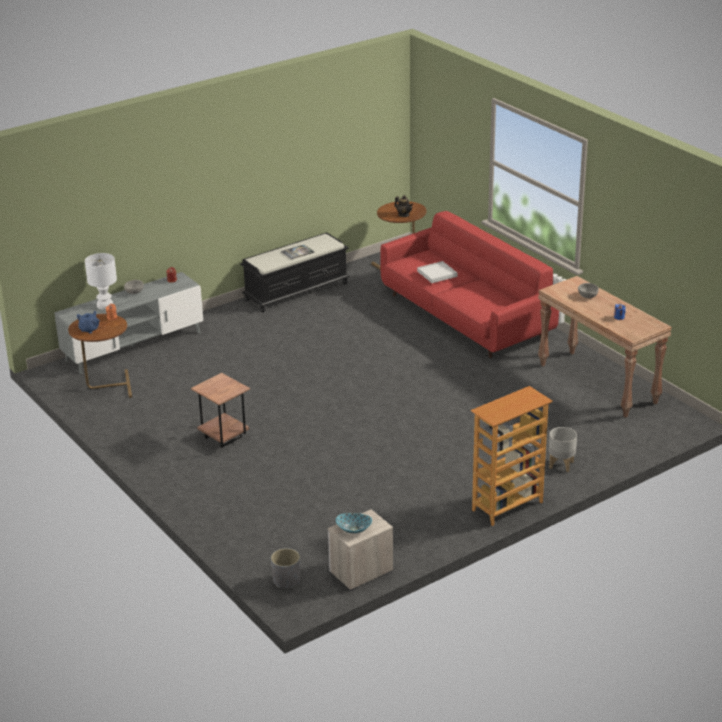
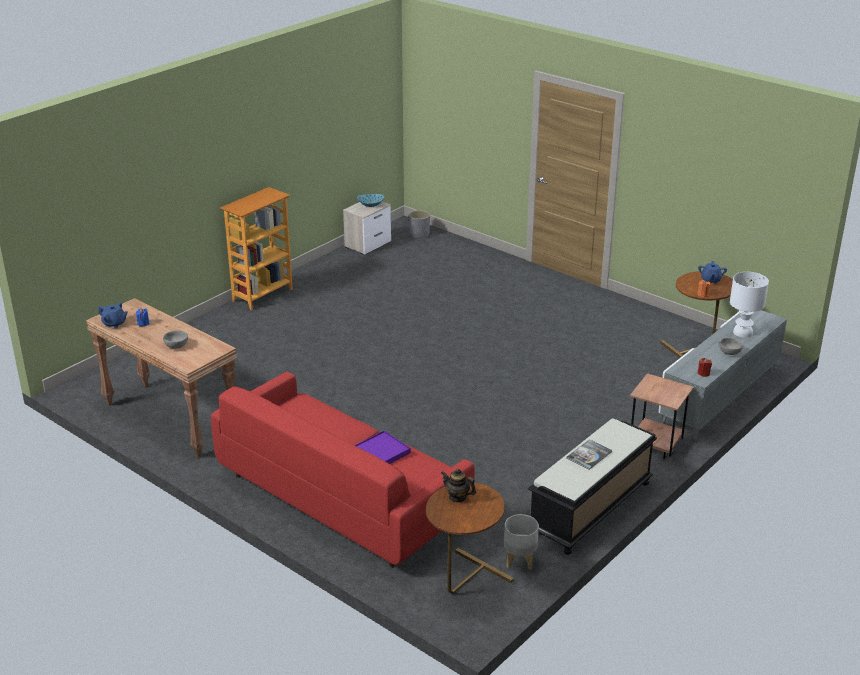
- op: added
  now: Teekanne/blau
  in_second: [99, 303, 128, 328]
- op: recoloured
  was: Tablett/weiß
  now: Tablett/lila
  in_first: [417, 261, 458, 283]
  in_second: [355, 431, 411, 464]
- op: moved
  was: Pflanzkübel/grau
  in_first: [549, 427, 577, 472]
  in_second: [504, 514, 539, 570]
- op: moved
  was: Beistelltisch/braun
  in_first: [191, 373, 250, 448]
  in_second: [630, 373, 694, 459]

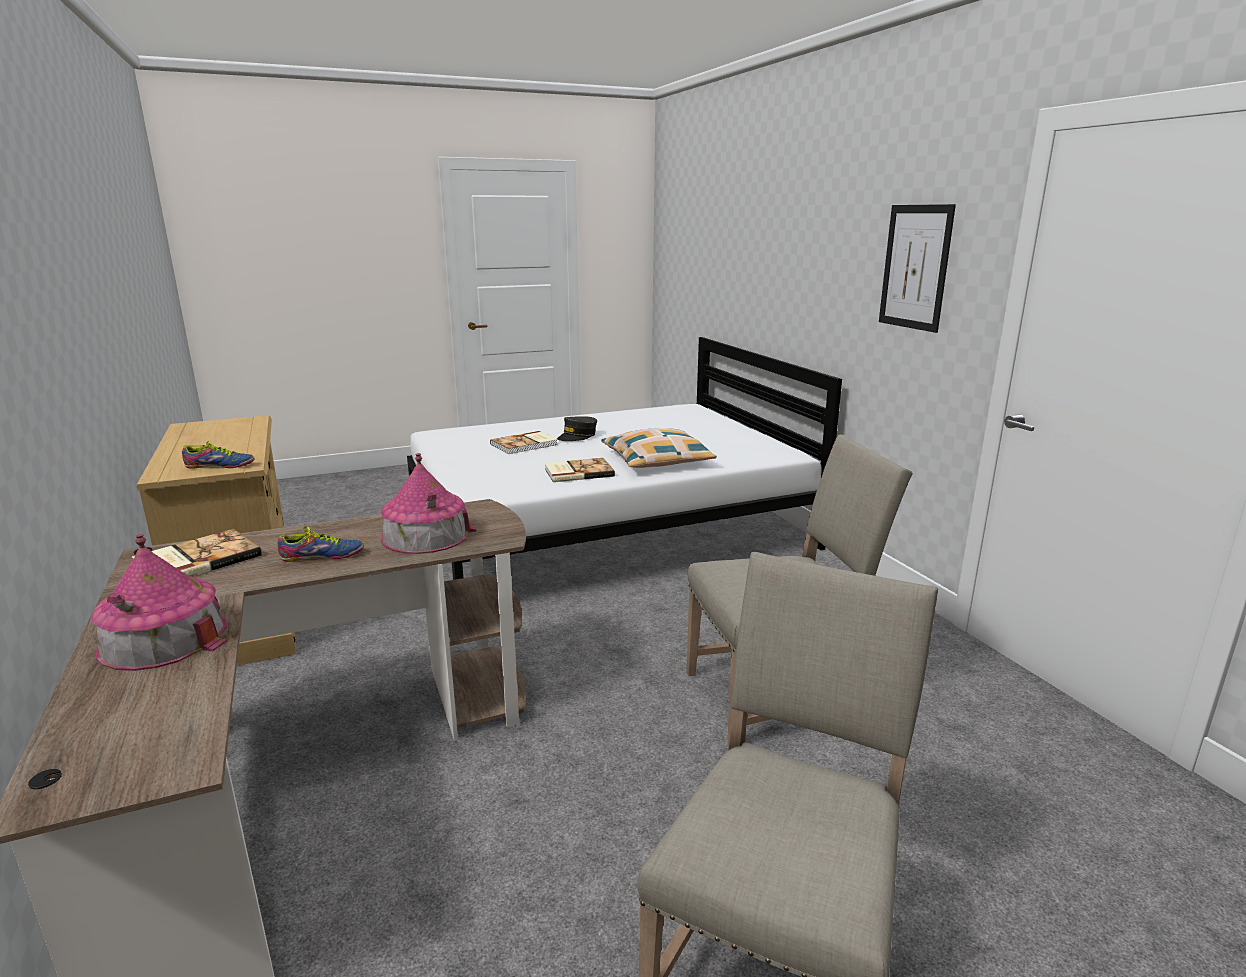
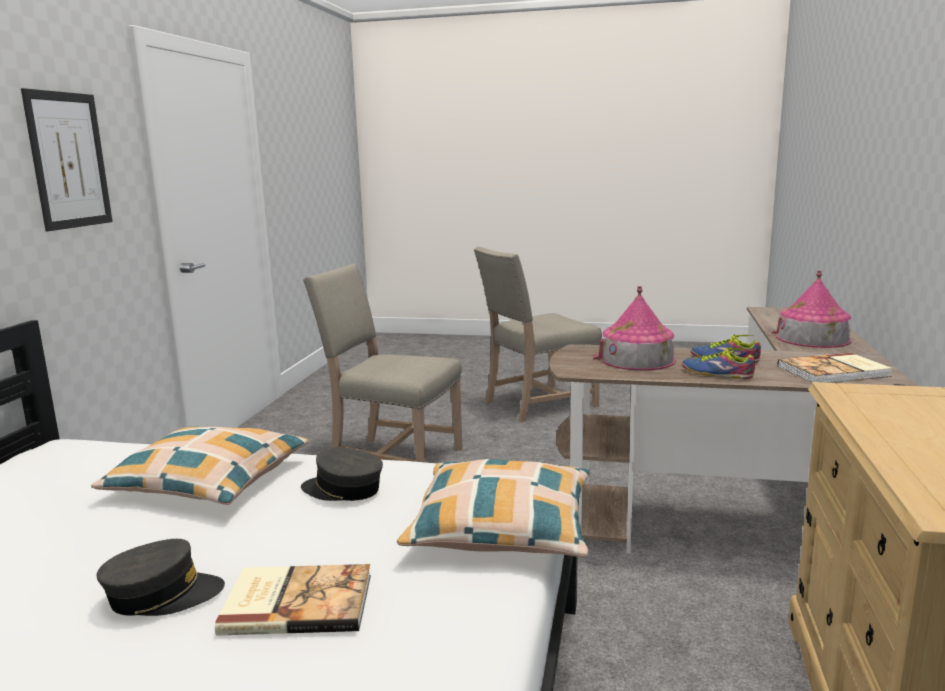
- op: replaced
  was: Buch
  now: Kappe/grau
  in_first: [545, 458, 615, 482]
  in_second: [301, 447, 383, 501]
- op: added
  now: Kissen
  in_second: [397, 459, 590, 557]
- op: moved
  was: Schuh
  in_first: [182, 441, 254, 469]
  in_second: [682, 347, 755, 379]

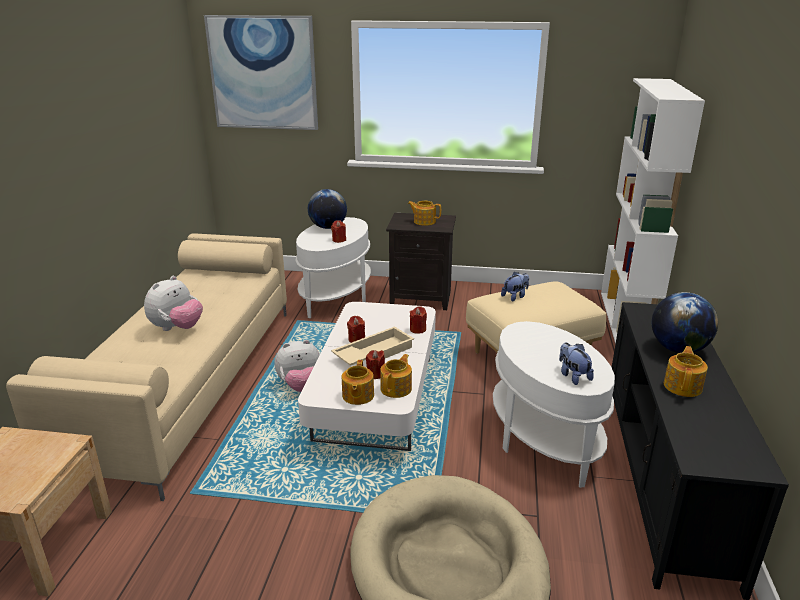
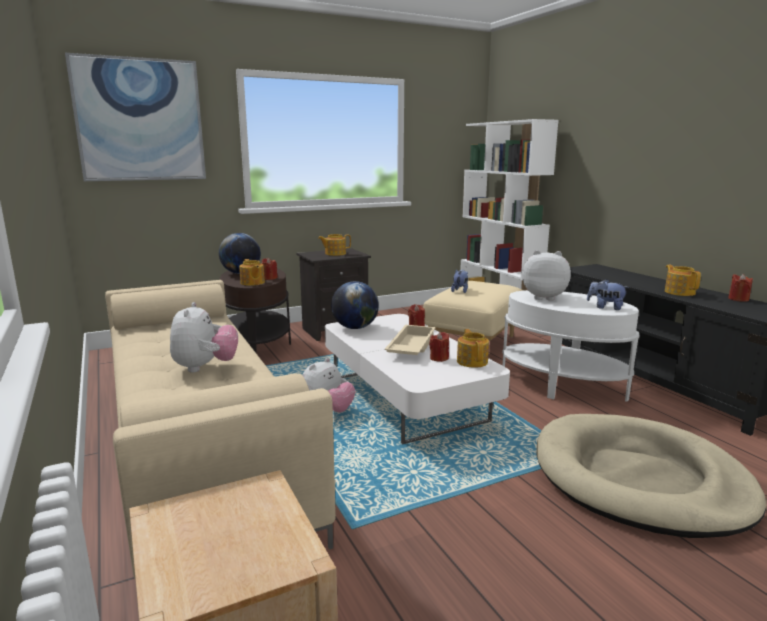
- op: recoloured
  was: Beistelltisch/weiß
  now: Beistelltisch/braun
  in_first: [295, 217, 371, 319]
  in_second: [220, 268, 291, 354]
- op: moved
  was: Teekanne
  in_first: [342, 360, 374, 405]
  in_second: [239, 259, 265, 286]
- op: moved
  was: Globus
  in_first: [652, 292, 718, 353]
  in_second: [331, 281, 379, 329]
- op: added
  now: Plüschtier
  in_second: [522, 250, 571, 301]
- op: moved
  was: Kerze/rot
  in_first: [347, 316, 365, 343]
  in_second: [728, 274, 753, 302]

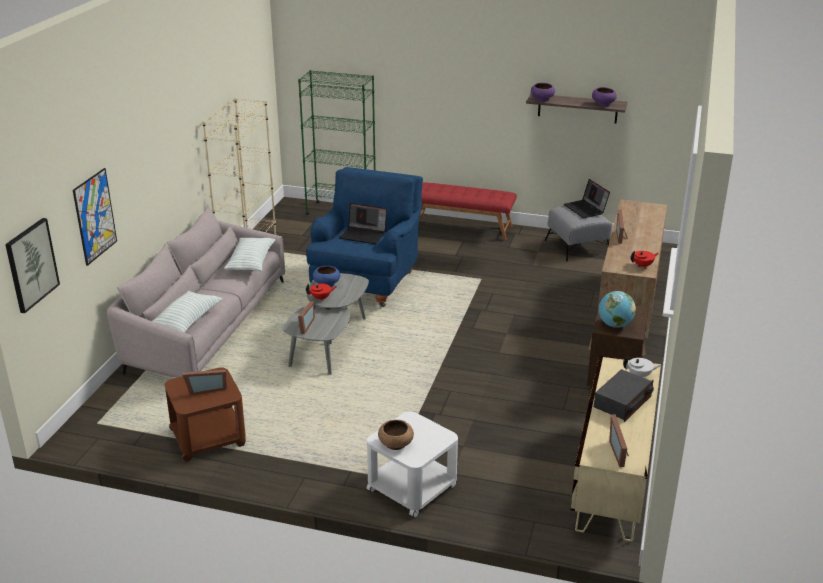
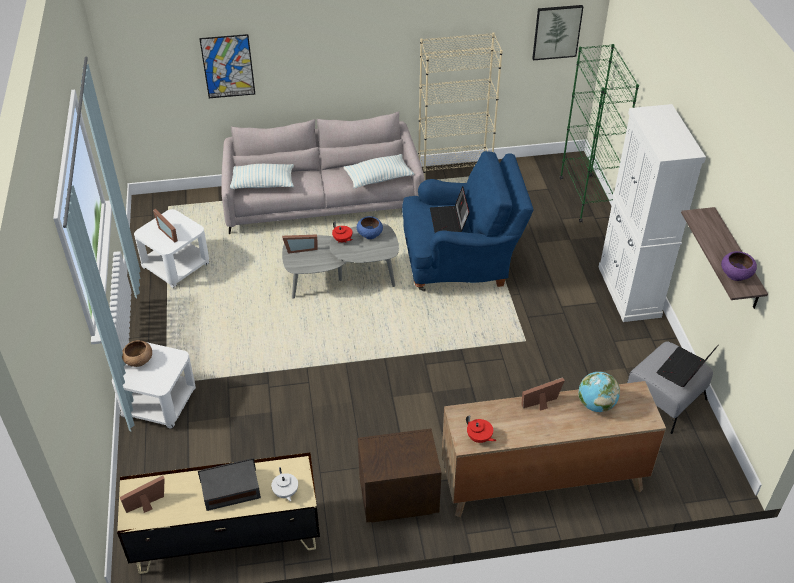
- op: recoloured
  was: Beistelltisch/braun
  now: Beistelltisch/weiß
  in_first: [165, 367, 246, 462]
  in_second: [134, 209, 209, 288]
- op: turned
  was: Radio
  in_first: [594, 369, 654, 422]
  in_second: [198, 458, 261, 511]
  clockwise: 150
- op: moved
  was: Bild
  in_first: [5, 218, 60, 313]
  in_second: [532, 5, 583, 60]
- op: moved
  was: Globus
  in_first: [599, 291, 636, 328]
  in_second: [579, 372, 620, 412]
- op: replaced
  was: Bank/rot
  now: Schrank/weiß
  in_first: [419, 182, 517, 240]
  in_second: [599, 104, 706, 322]
- op: removed
  was: Schüssel/lila
  in_first: [531, 83, 555, 102]

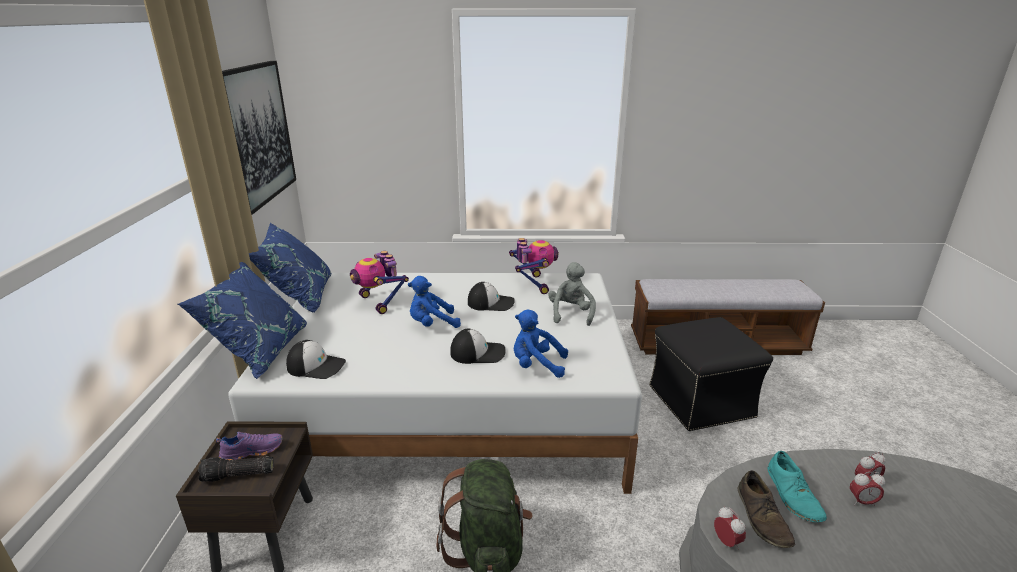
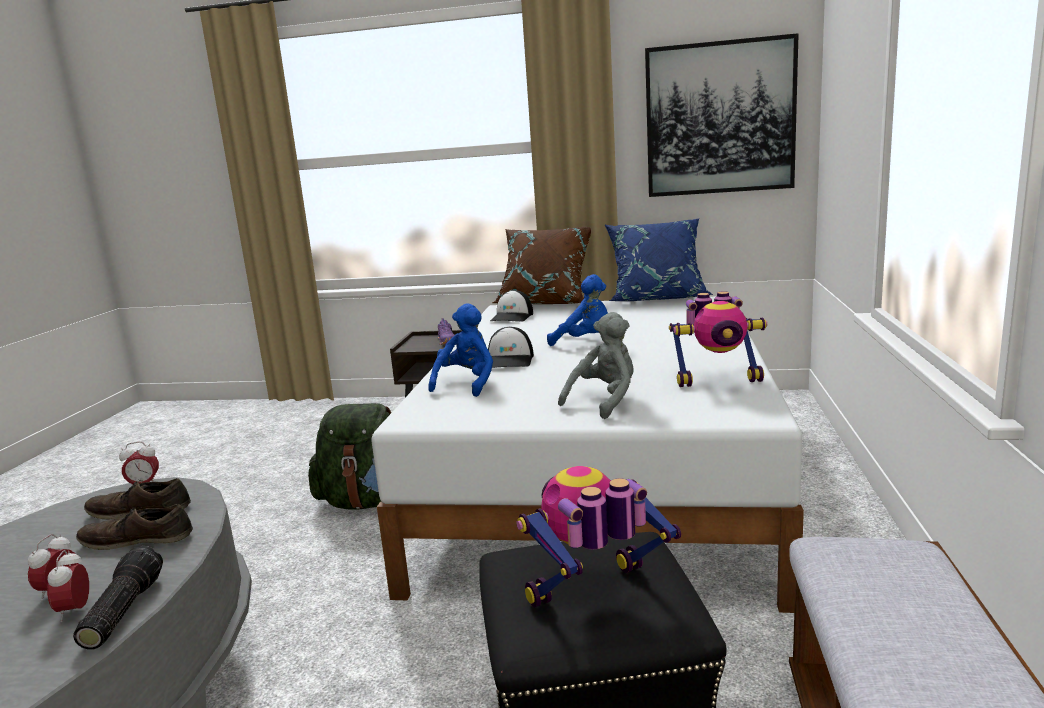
- op: moved
  was: Taschenlampe
  in_first: [198, 456, 274, 482]
  in_second: [73, 546, 163, 649]
- op: recoloured
  was: Schuh/türkis
  now: Schuh/braun
  in_first: [767, 451, 827, 522]
  in_second: [76, 504, 193, 550]
- op: recoloured
  was: Kissen/blau
  now: Kissen/braun
  in_first: [178, 262, 307, 379]
  in_second: [492, 227, 591, 304]
- op: moved
  was: Spielzeugroboter
  in_first: [350, 251, 409, 314]
  in_second: [516, 466, 681, 607]
- op: turned
  was: Plüschtier/blau
  in_first: [408, 276, 461, 328]
  in_second: [547, 274, 608, 346]
  clockwise: 120
- op: turned
  was: Plüschtier/grau
  in_first: [548, 262, 596, 326]
  in_second: [558, 312, 634, 419]
  clockwise: -60
- op: removed
  was: Kappe
  in_first: [468, 282, 515, 311]

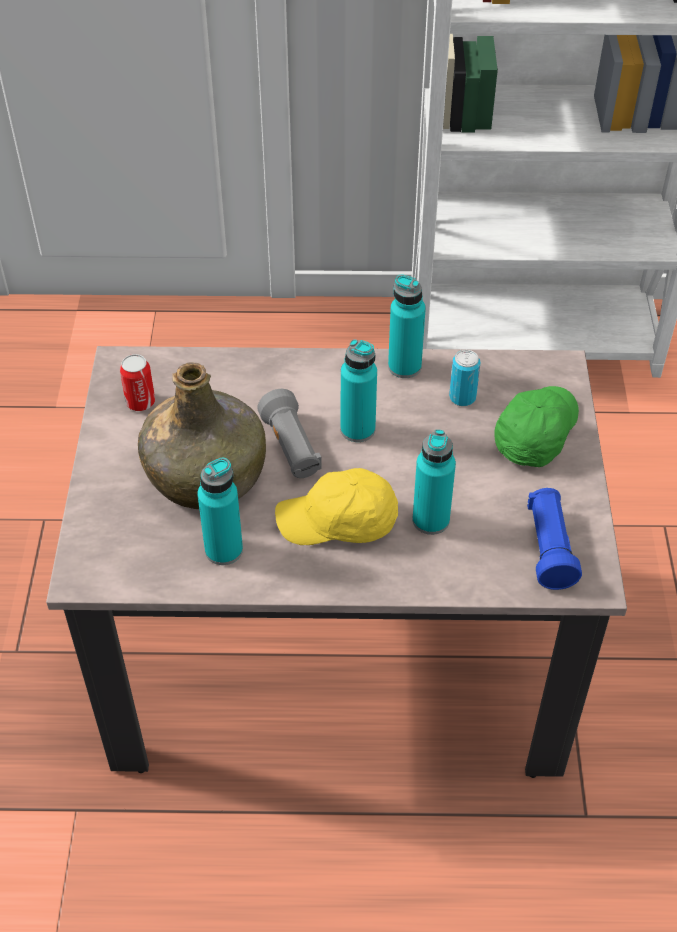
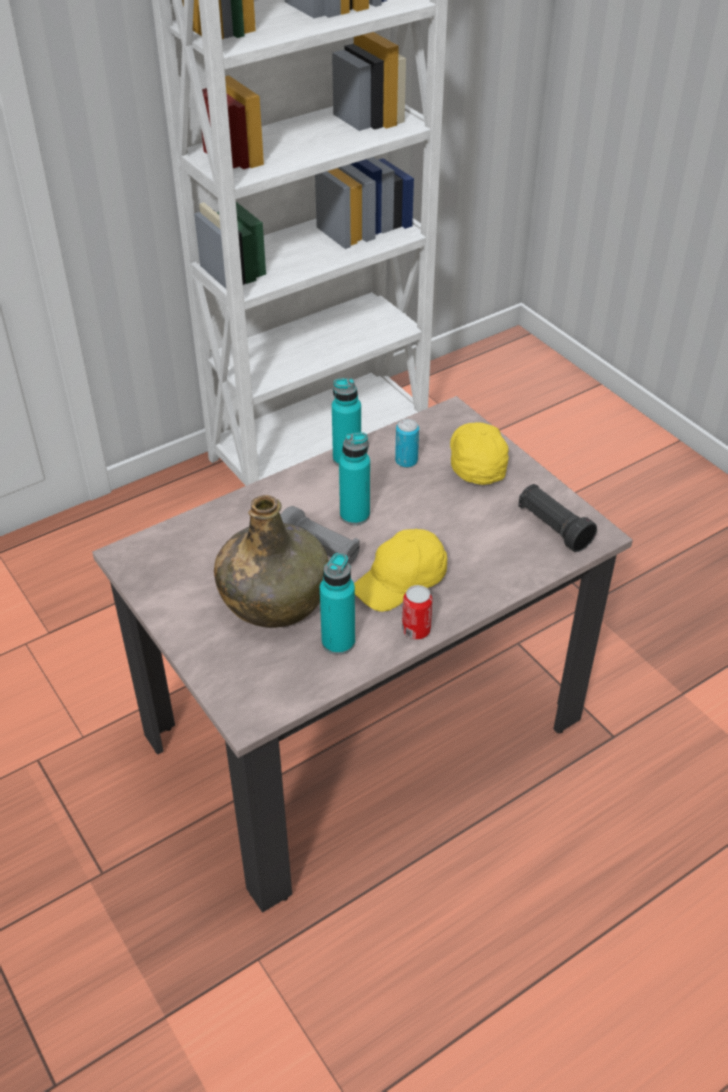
- op: moved
  was: Dose
  in_first: [120, 354, 155, 411]
  in_second: [402, 585, 432, 640]
- op: recoloured
  was: Kappe/grün
  now: Kappe/gelb
  in_first: [494, 386, 579, 467]
  in_second: [450, 422, 509, 485]
- op: recoloured
  was: Taschenlampe/blau
  now: Taschenlampe/schwarz
  in_first: [527, 488, 582, 590]
  in_second: [518, 484, 597, 552]
- op: removed
  was: Flasche/türkis
  in_first: [413, 429, 456, 535]

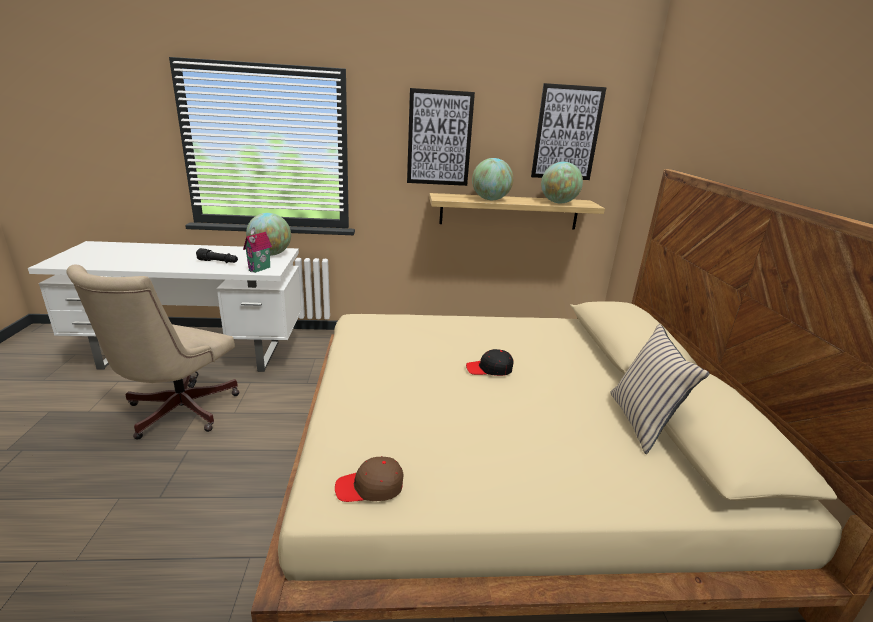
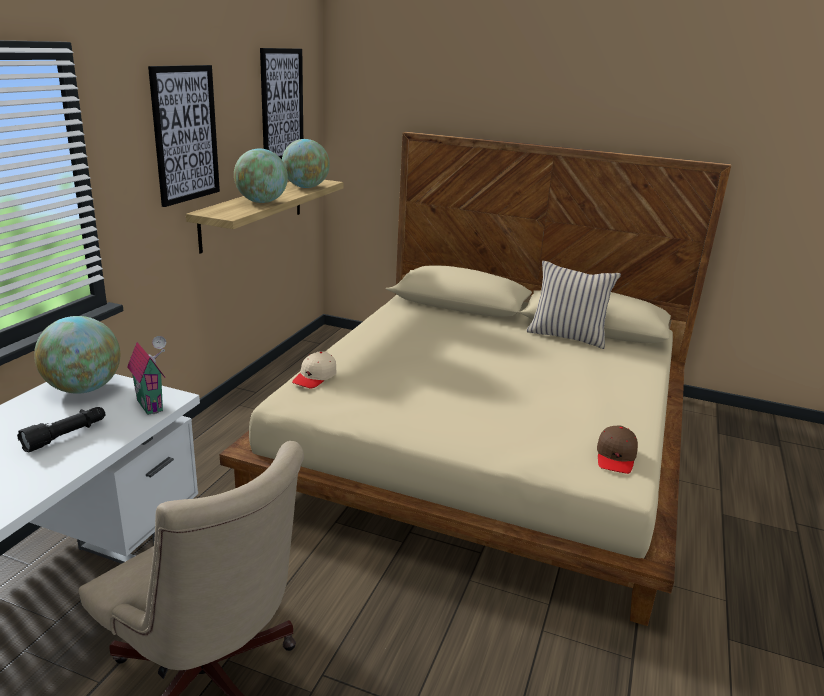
- op: added
  now: Kappe/beige
  in_second: [292, 351, 336, 389]
- op: removed
  was: Kappe/schwarz
  in_first: [466, 349, 514, 376]

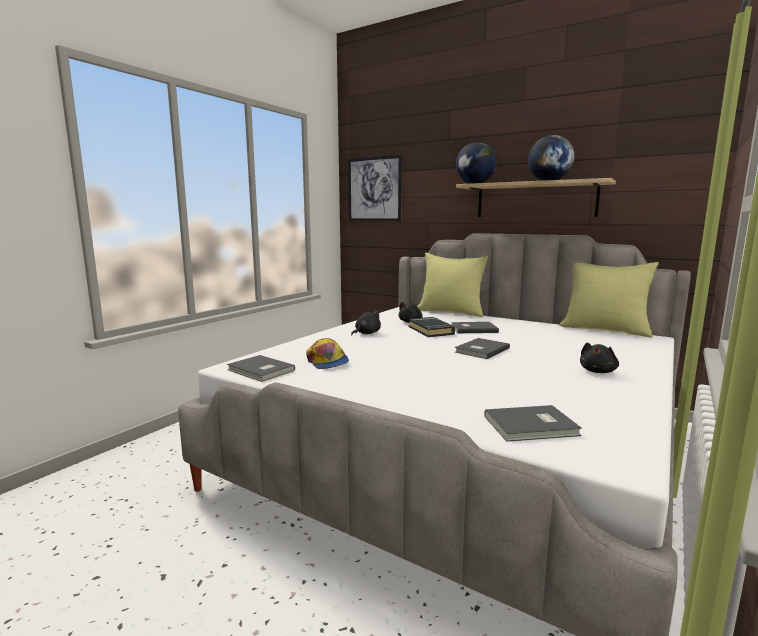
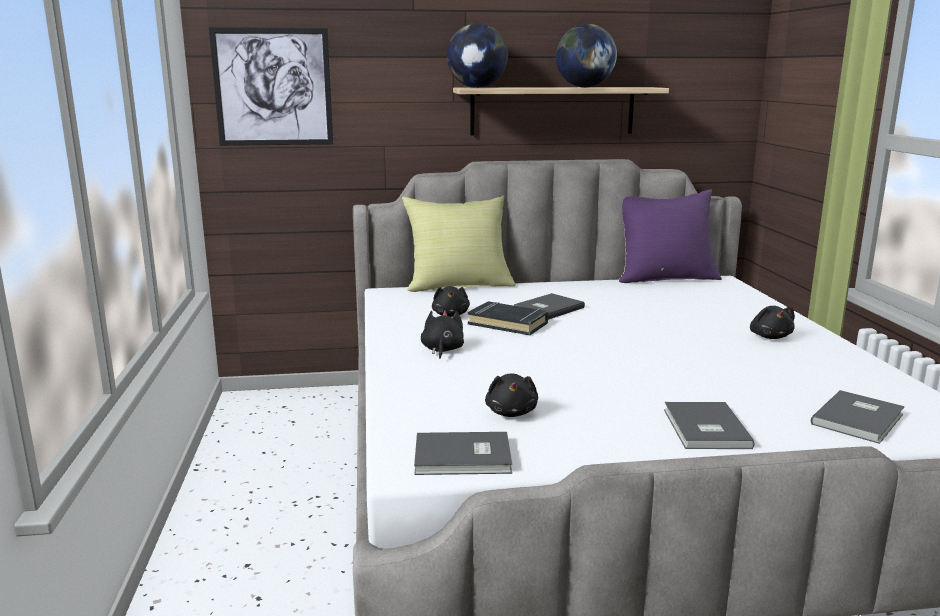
- op: replaced
  was: Kappe
  now: Plüschtier/schwarz
  in_first: [306, 338, 349, 369]
  in_second: [485, 374, 538, 417]
- op: recoloured
  was: Kissen/gelb
  now: Kissen/lila
  in_first: [559, 262, 659, 338]
  in_second: [619, 189, 722, 283]
- op: moved
  was: Buch/grau
  in_first: [455, 338, 510, 359]
  in_second: [664, 402, 755, 449]

